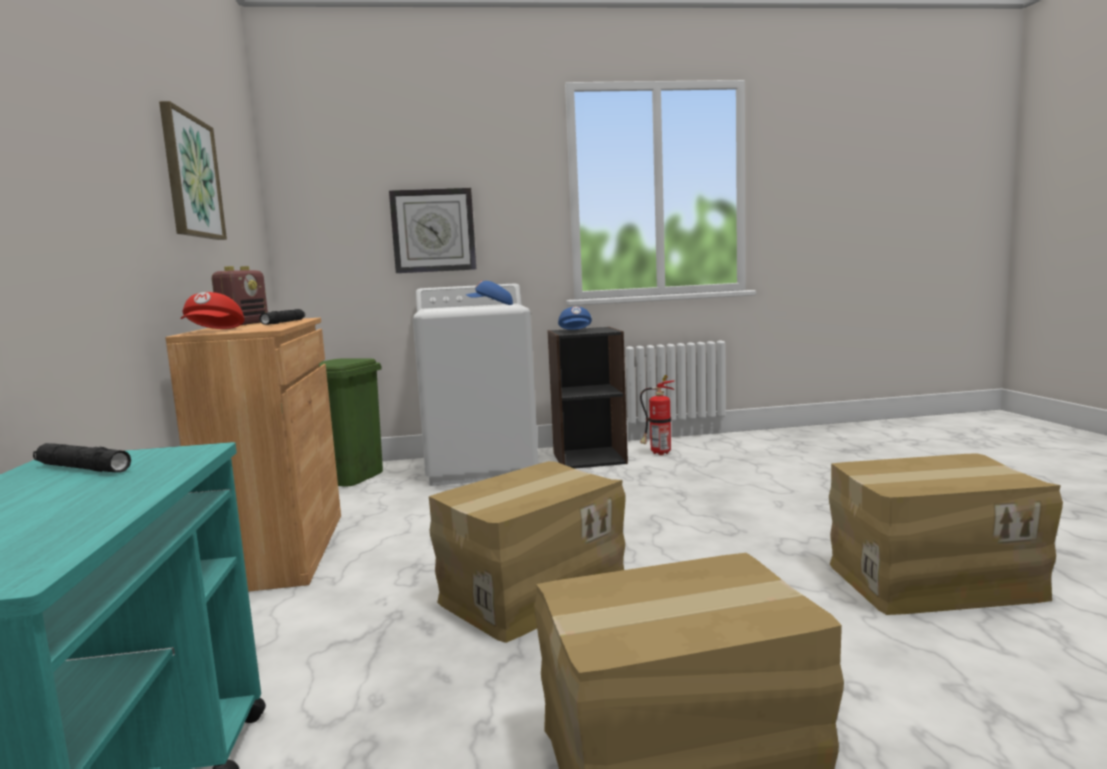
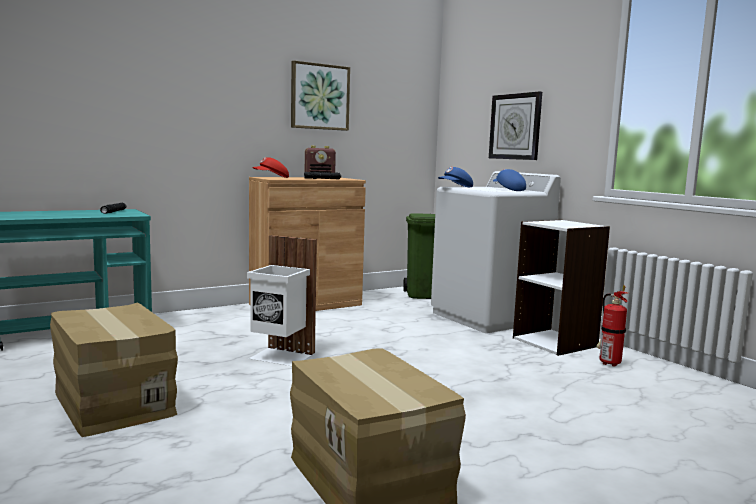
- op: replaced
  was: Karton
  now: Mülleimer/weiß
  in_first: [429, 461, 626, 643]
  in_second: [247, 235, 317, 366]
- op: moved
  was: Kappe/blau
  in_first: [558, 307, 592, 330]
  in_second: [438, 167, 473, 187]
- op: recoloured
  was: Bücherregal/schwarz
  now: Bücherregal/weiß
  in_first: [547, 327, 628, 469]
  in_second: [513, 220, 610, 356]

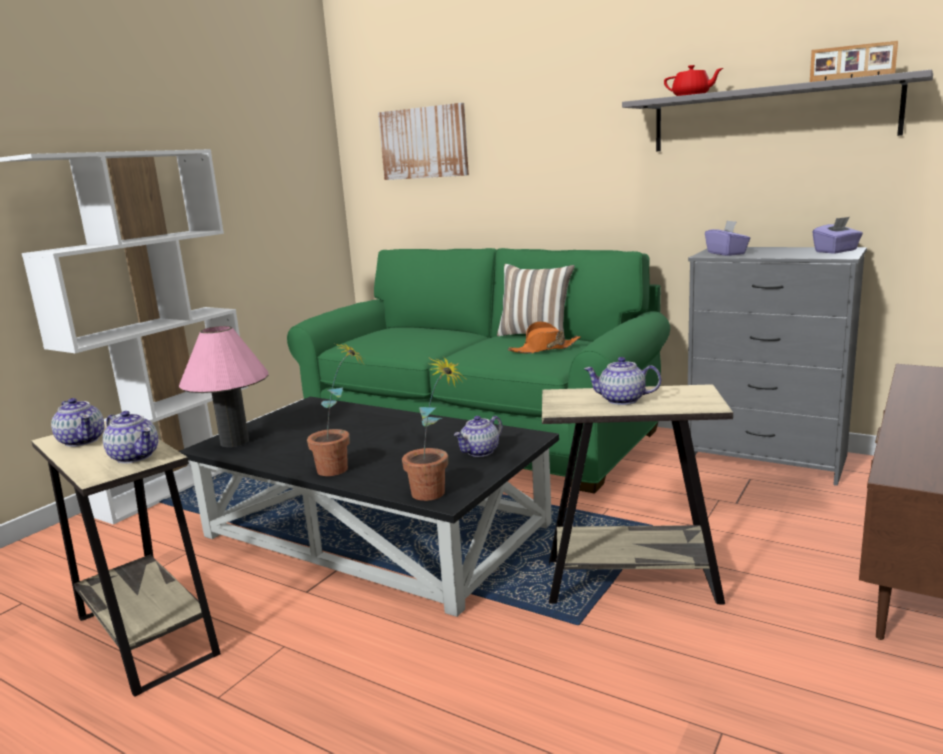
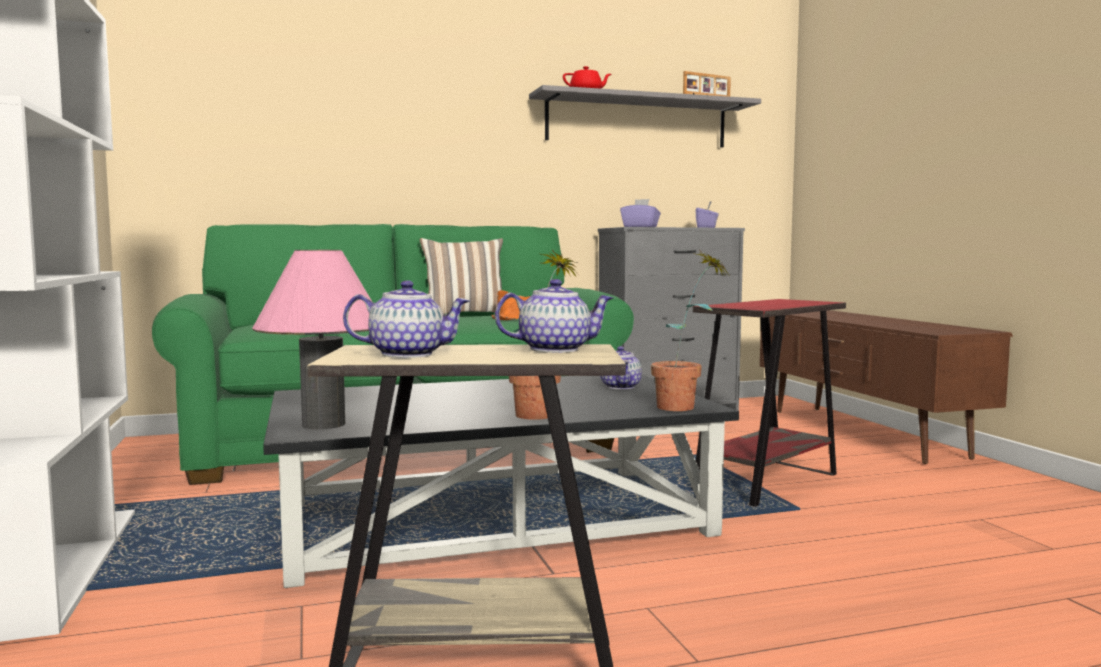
- op: recoloured
  was: Beistelltisch/beige
  now: Beistelltisch/rot
  in_first: [542, 384, 733, 605]
  in_second: [692, 299, 846, 507]
- op: removed
  was: Bild
  in_first: [378, 103, 469, 180]
- op: removed
  was: Teekanne
  in_first: [584, 357, 661, 405]

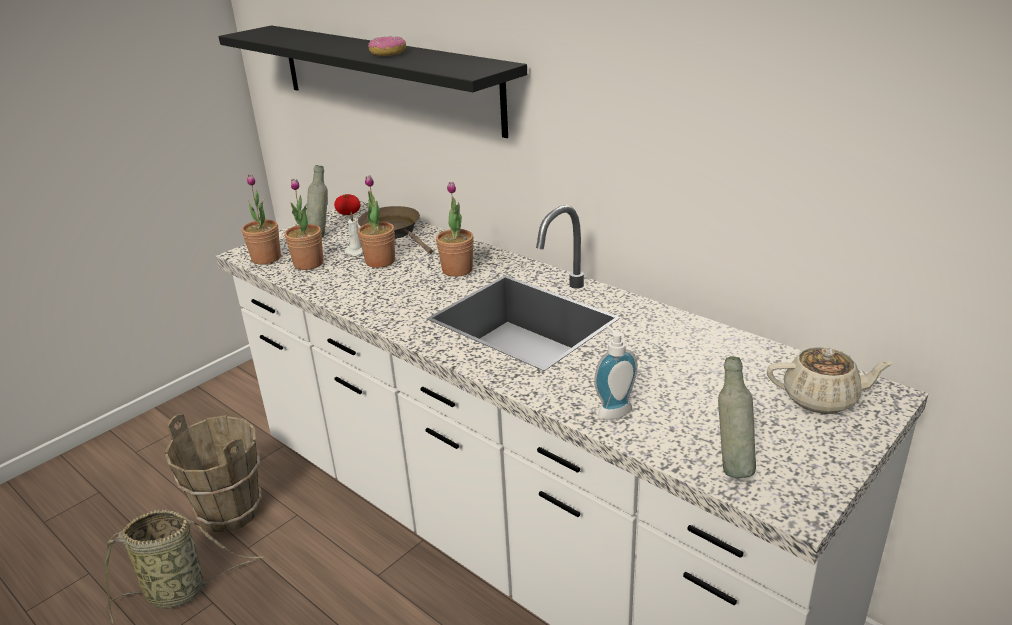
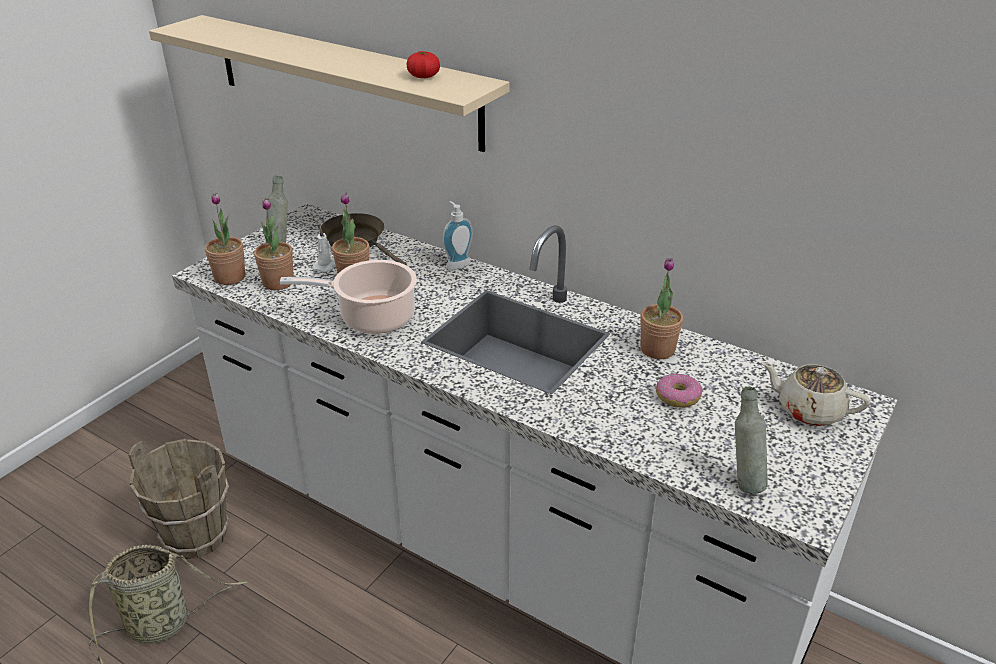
- op: recoloured
  was: Wandregal/schwarz
  now: Wandregal/beige
  in_first: [218, 25, 527, 138]
  in_second: [149, 15, 509, 152]
- op: added
  now: Kochtopf
  in_second: [280, 260, 417, 334]
- op: moved
  was: Tomate
  in_first: [334, 194, 360, 215]
  in_second: [407, 51, 440, 78]
- op: moved
  was: Seifenspender
  in_first: [594, 325, 638, 420]
  in_second: [442, 201, 473, 270]
- op: moved
  was: Topfpflanze
  in_first: [436, 182, 474, 277]
  in_second: [640, 258, 683, 359]
- op: moved
  was: Donut
  in_first: [368, 37, 406, 56]
  in_second: [656, 374, 703, 408]
- op: turned
  was: Teekanne/beige
  in_first: [767, 347, 894, 414]
  in_second: [761, 362, 870, 426]
  clockwise: -150

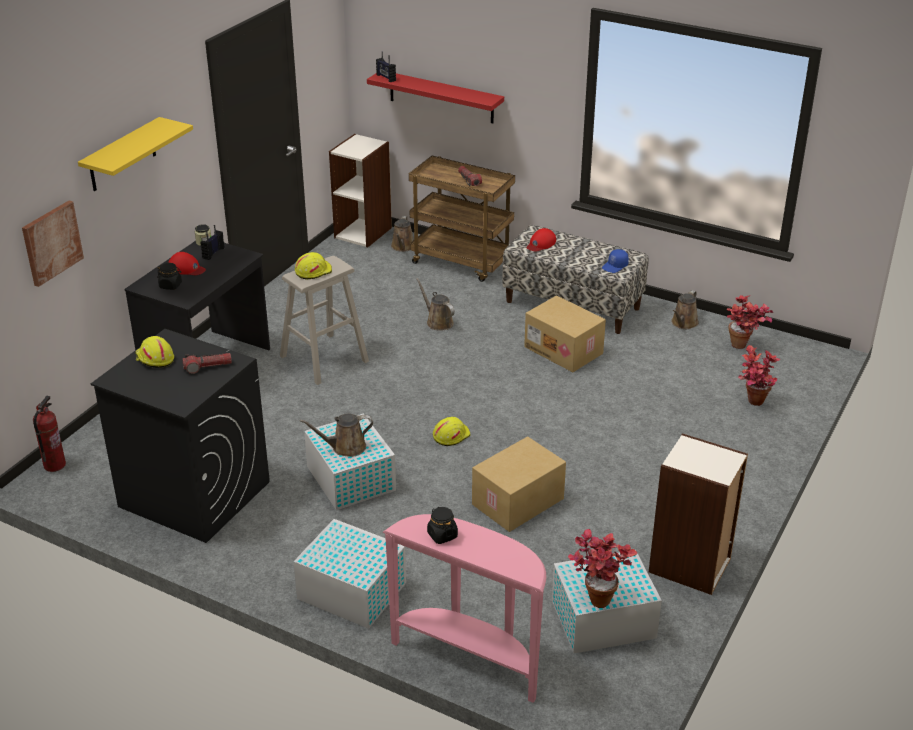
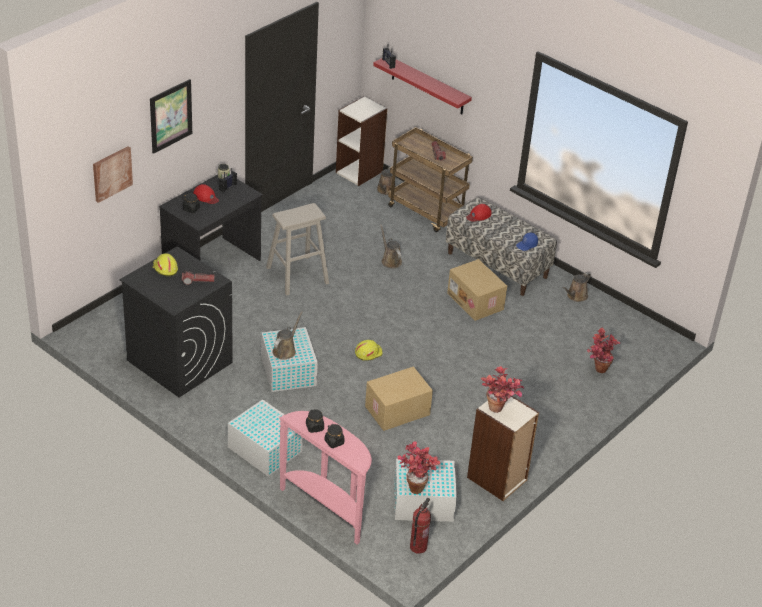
- op: replaced
  was: Wandregal/gelb
  now: Bild
  in_first: [78, 117, 193, 191]
  in_second: [150, 79, 192, 154]
- op: turned
  was: Gießkanne/braun
  in_first: [300, 413, 373, 457]
  in_second: [272, 311, 303, 360]
  clockwise: 120
- op: added
  now: Vorratsglas/schwarz
  in_second: [325, 424, 345, 448]
- op: moved
  was: Feuerlöscher
  in_first: [33, 396, 66, 472]
  in_second: [410, 498, 431, 554]
- op: moved
  was: Topfpflanze
  in_first: [727, 295, 773, 349]
  in_second: [481, 366, 524, 413]
- op: removed
  was: Schutzhelm/gelb
  in_first: [295, 252, 332, 280]

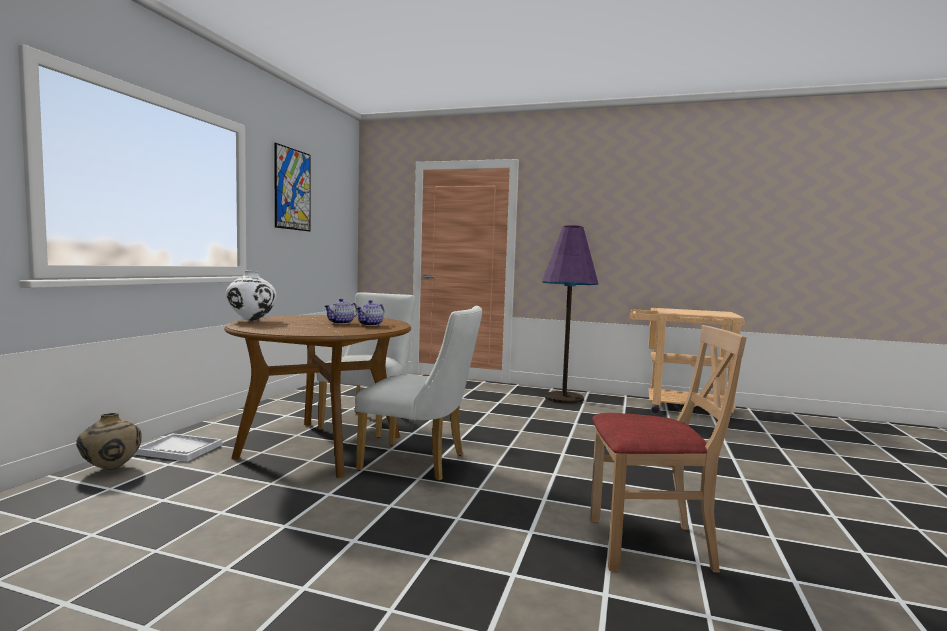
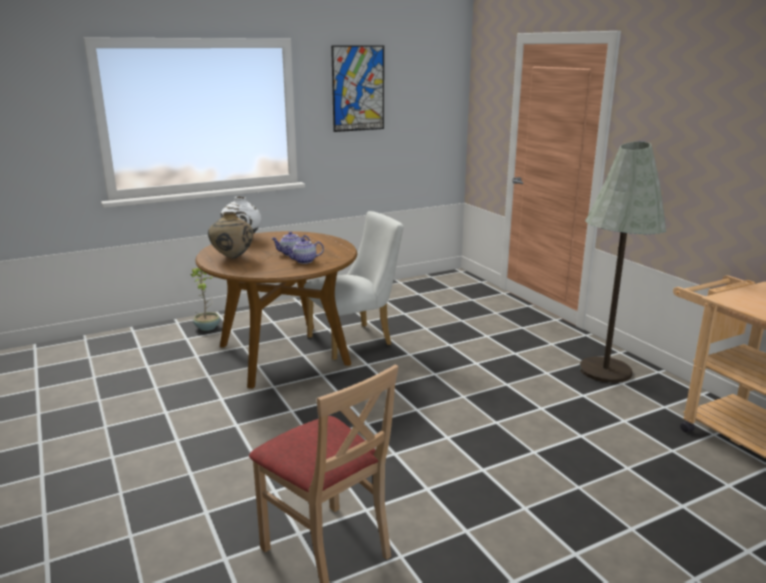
- op: replaced
  was: Tablett/weiß
  now: Topfpflanze
  in_first: [134, 433, 222, 462]
  in_second: [190, 268, 220, 331]
- op: moved
  was: Vase/beige
  in_first: [76, 413, 142, 470]
  in_second: [208, 212, 253, 259]
- op: recoloured
  was: Stehlampe/lila
  now: Stehlampe/grau
  in_first: [542, 225, 598, 404]
  in_second: [579, 142, 666, 383]
- op: removed
  was: Stuhl/weiß
  in_first: [355, 306, 482, 481]

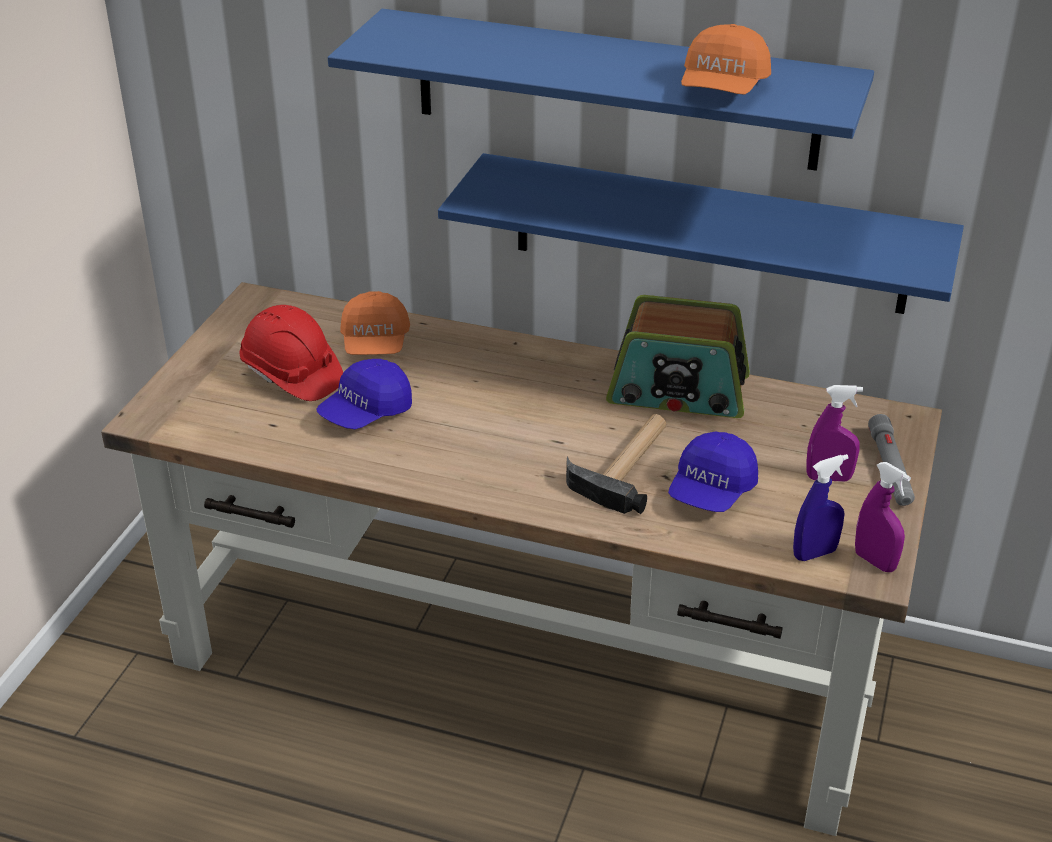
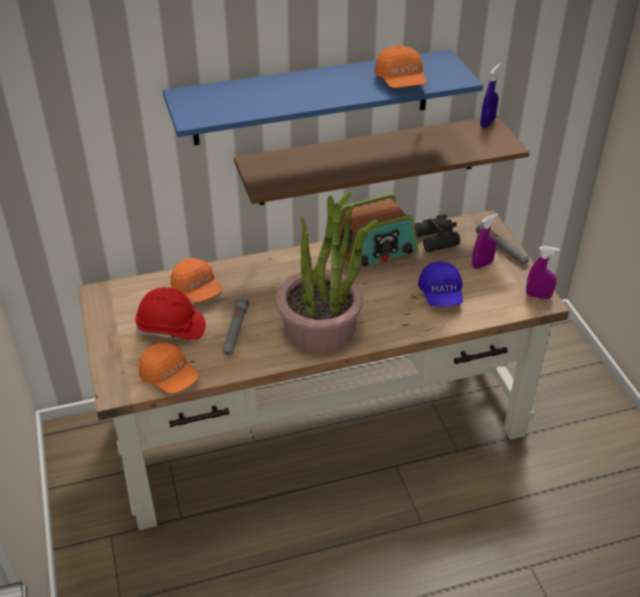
- op: added
  now: Kappe/orange
  in_second: [139, 343, 199, 394]
- op: replaced
  was: Kappe/blau
  now: Taschenlampe/grau
  in_first: [316, 359, 412, 429]
  in_second: [222, 298, 249, 355]
- op: recoloured
  was: Wandregal/blau
  now: Wandregal/braun
  in_first: [438, 153, 964, 314]
  in_second: [234, 115, 529, 205]
- op: added
  now: Topfpflanze
  in_second: [276, 191, 378, 352]
- op: added
  now: Fernglas/schwarz
  in_second: [414, 214, 460, 252]
- op: moved
  was: Sprühflasche/blau
  in_first: [793, 454, 849, 561]
  in_second: [480, 63, 501, 128]
- op: removed
  was: Hammer
  in_first: [566, 414, 666, 514]

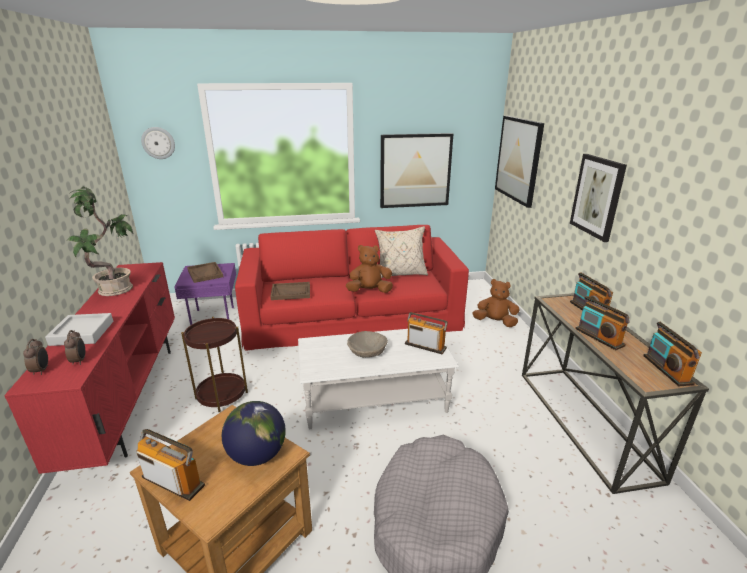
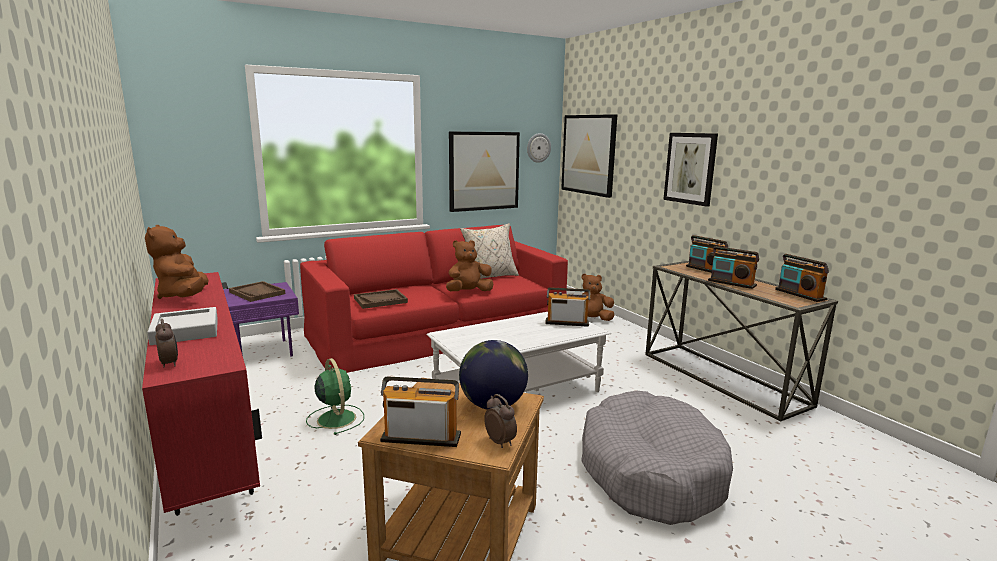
- op: replaced
  was: Topfpflanze
  now: Plüschtier/braun
  in_first: [66, 186, 133, 296]
  in_second: [145, 225, 208, 299]
- op: replaced
  was: Beistelltisch/braun
  now: Ventilator/grün
  in_first: [181, 317, 248, 412]
  in_second: [306, 358, 364, 435]
- op: moved
  was: Wecker
  in_first: [64, 330, 85, 365]
  in_second: [484, 394, 517, 448]
- op: moved
  was: Wanduhr
  in_first: [141, 127, 175, 159]
  in_second: [527, 133, 551, 163]
- op: removed
  was: Schüssel/beige
  in_first: [347, 331, 388, 358]

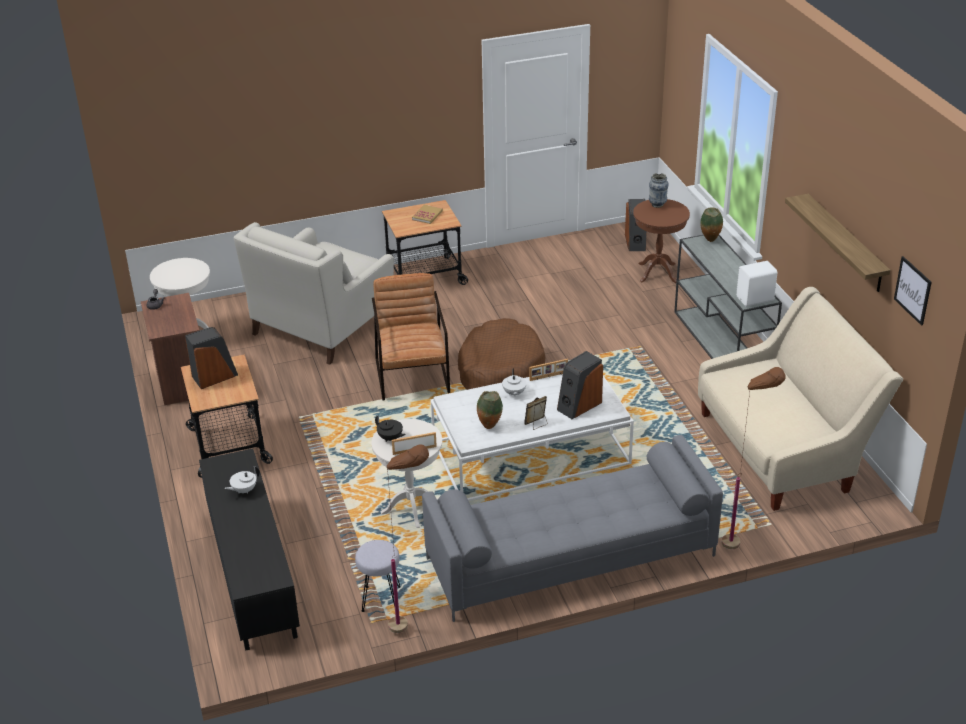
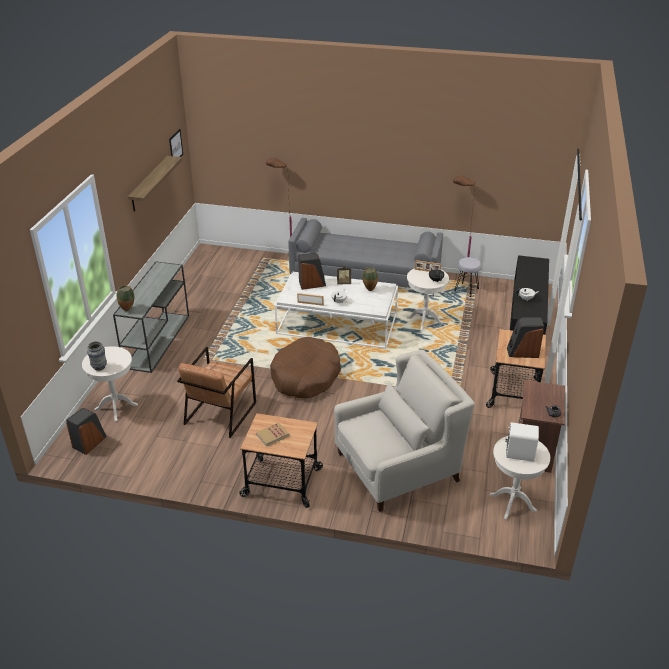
- op: recoloured
  was: Beistelltisch/braun
  now: Beistelltisch/weiß
  in_first: [633, 199, 690, 283]
  in_second: [82, 346, 138, 422]
- op: moved
  was: Sessel/braun
  in_first: [372, 273, 450, 401]
  in_second: [177, 347, 256, 438]
- op: moved
  was: Lautsprecher/weiß
  in_first: [736, 261, 777, 307]
  in_second: [505, 422, 539, 462]
- op: removed
  was: Sofa/beige
  in_first: [698, 287, 903, 511]

